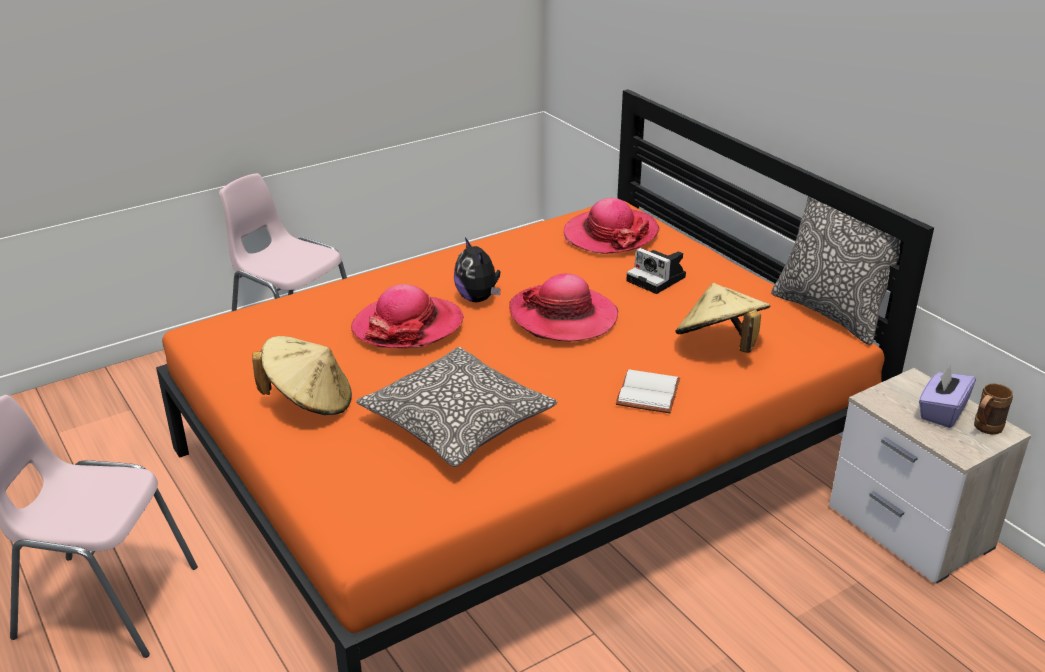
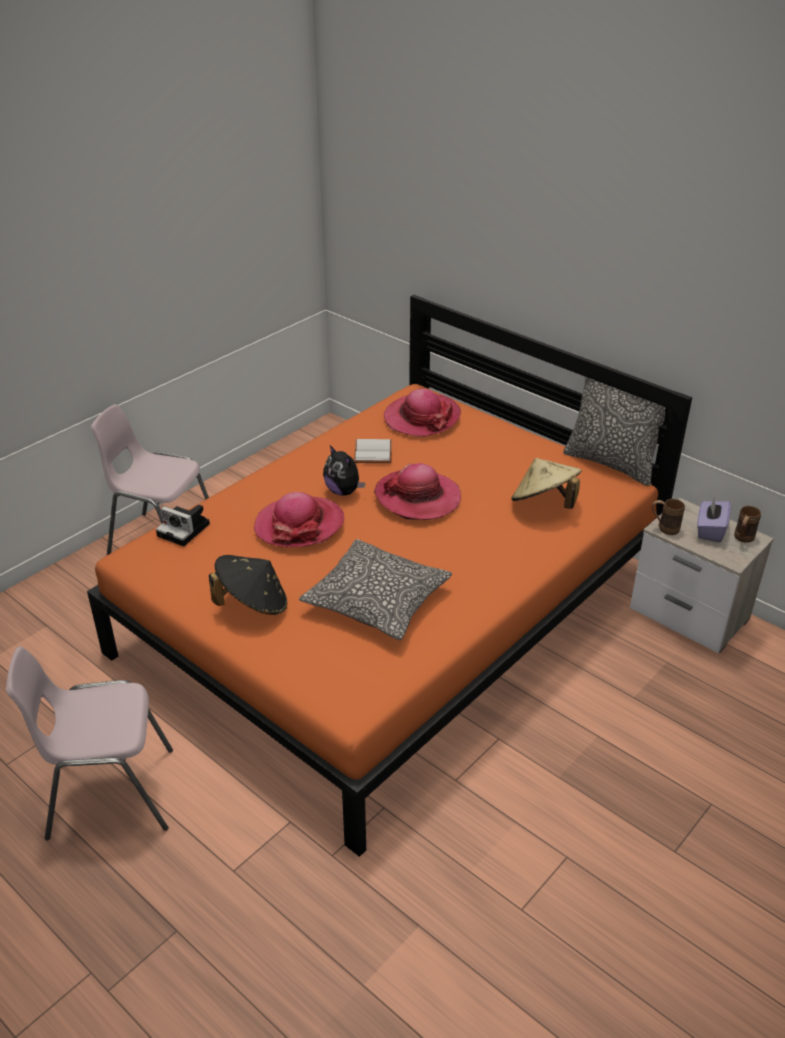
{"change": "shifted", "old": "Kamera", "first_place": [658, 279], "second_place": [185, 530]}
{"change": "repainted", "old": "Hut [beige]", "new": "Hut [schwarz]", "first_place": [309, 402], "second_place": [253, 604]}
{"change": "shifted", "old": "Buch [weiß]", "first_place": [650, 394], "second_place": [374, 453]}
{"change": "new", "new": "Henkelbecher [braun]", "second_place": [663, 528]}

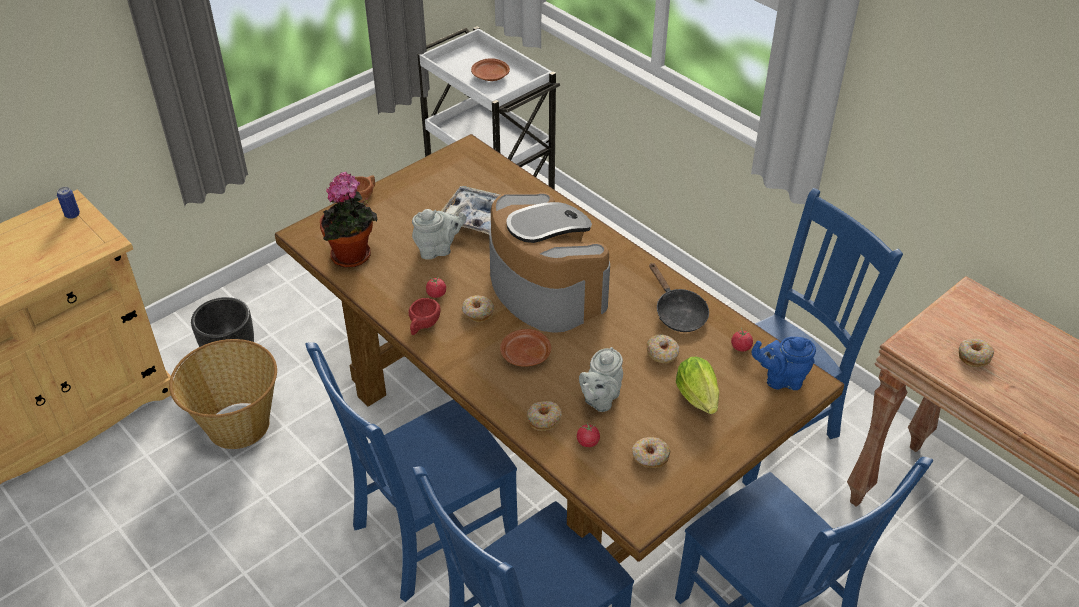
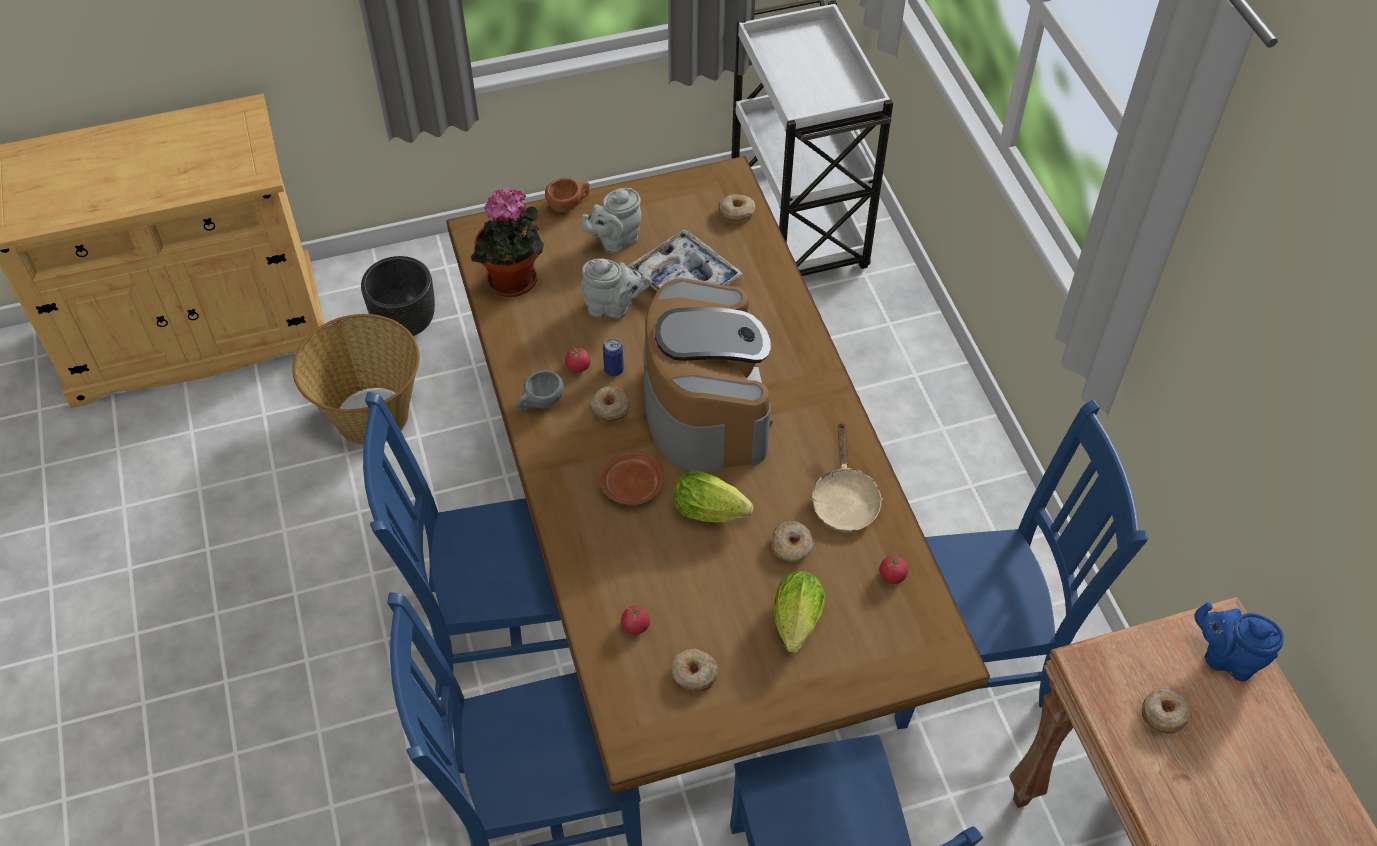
{"change": "gone", "old": "Teller [braun]", "first_place": [490, 76]}
{"change": "shifted", "old": "Dose", "first_place": [72, 214], "second_place": [614, 370]}
{"change": "repainted", "old": "Pfanne [schwarz]", "new": "Pfanne [beige]", "first_place": [678, 313], "second_place": [844, 499]}
{"change": "repainted", "old": "Tasse [rot]", "new": "Tasse [grau]", "first_place": [423, 326], "second_place": [540, 403]}
{"change": "shifted", "old": "Teekanne [blau]", "first_place": [781, 379], "second_place": [1227, 658]}
{"change": "shifted", "old": "Teekanne [grau]", "first_place": [600, 399], "second_place": [615, 240]}
{"change": "shifted", "old": "Donut", "first_place": [544, 419], "second_place": [736, 213]}
{"change": "new", "new": "Salatkopf", "second_place": [714, 512]}

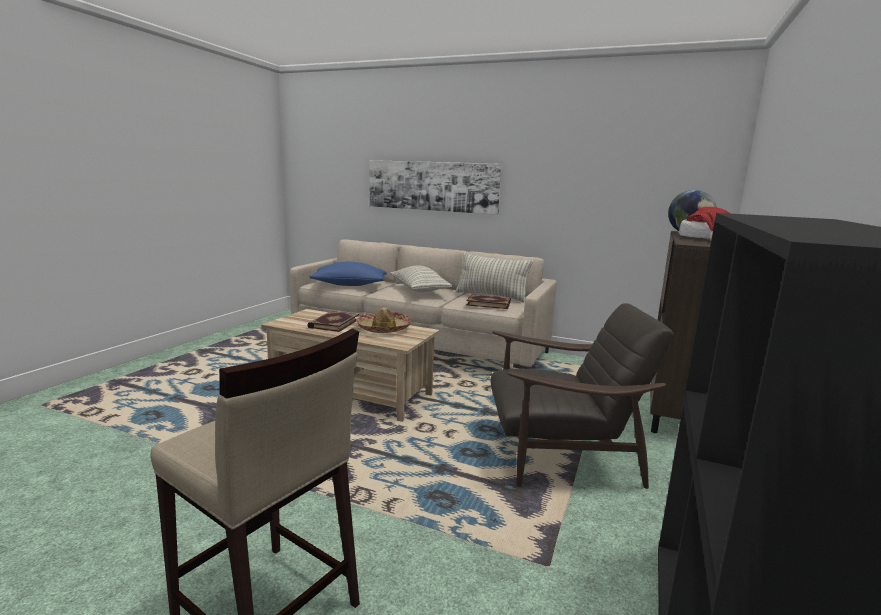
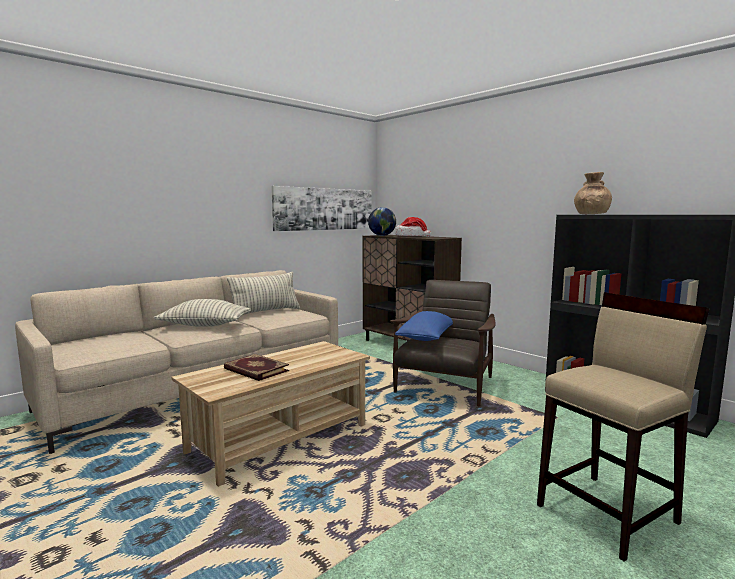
{"change": "shifted", "old": "Bild", "first_place": [432, 186], "second_place": [325, 209]}
{"change": "shifted", "old": "Kissen [blau]", "first_place": [349, 285], "second_place": [427, 338]}
{"change": "gone", "old": "Buch", "first_place": [488, 303]}
{"change": "gone", "old": "Hut", "first_place": [384, 328]}
{"change": "new", "new": "Vase [braun]", "second_place": [591, 214]}

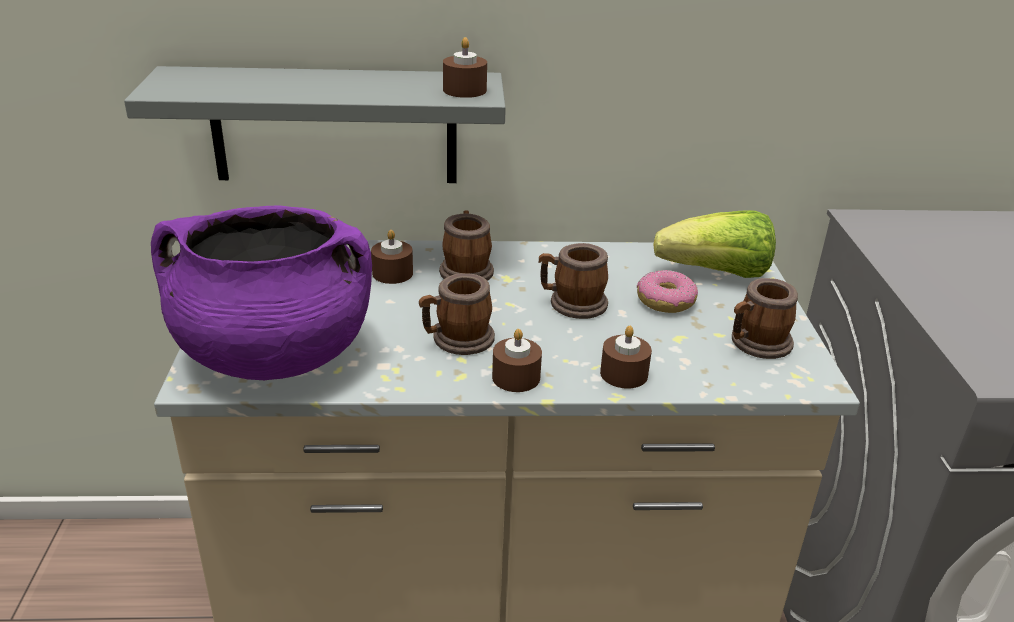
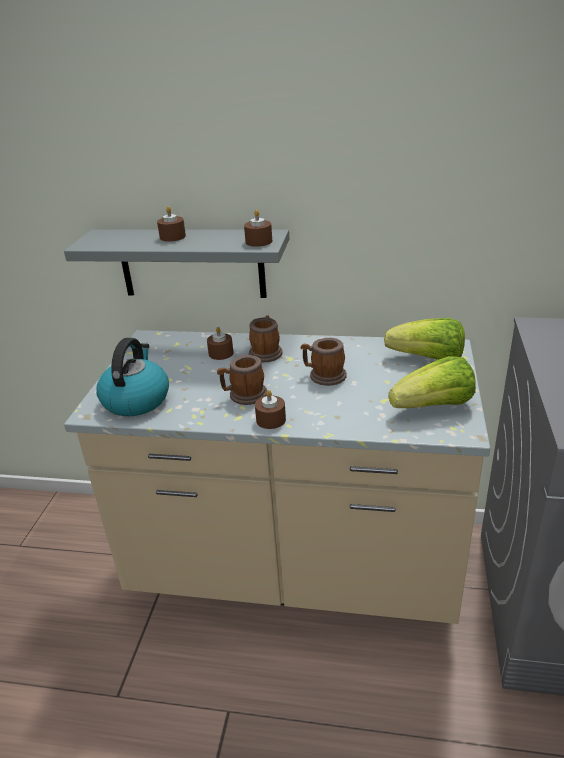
{"change": "swapped", "old": "Kochtopf [lila]", "new": "Wasserkessel", "first_place": [274, 354], "second_place": [136, 399]}
{"change": "gone", "old": "Donut", "first_place": [665, 301]}
{"change": "swapped", "old": "Henkelbecher", "new": "Salatkopf", "first_place": [756, 344], "second_place": [434, 406]}
{"change": "shifted", "old": "Kerze [braun]", "first_place": [624, 374], "second_place": [172, 237]}

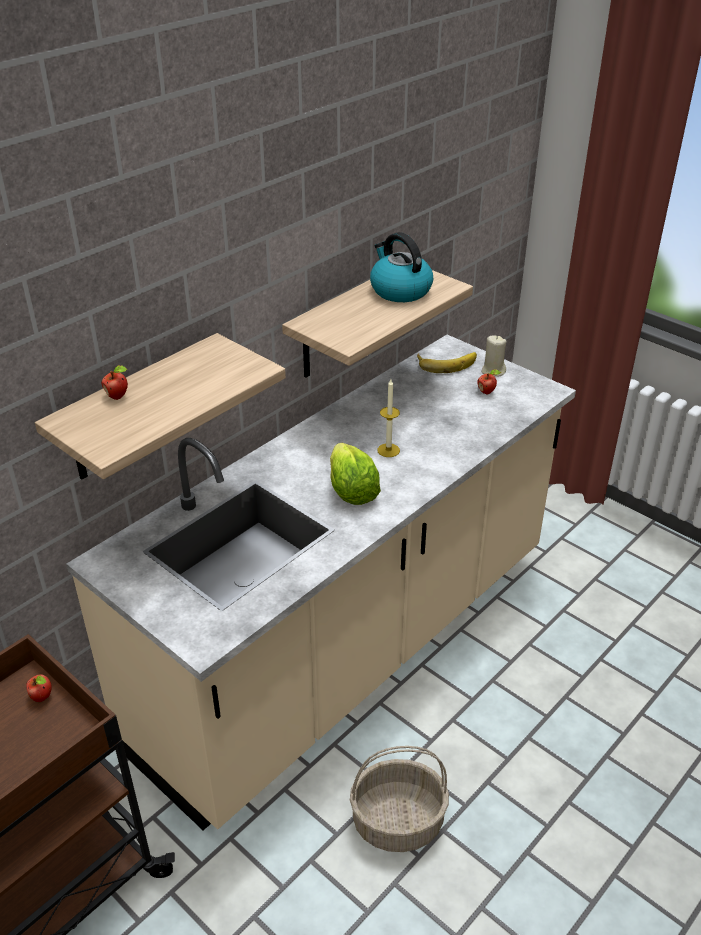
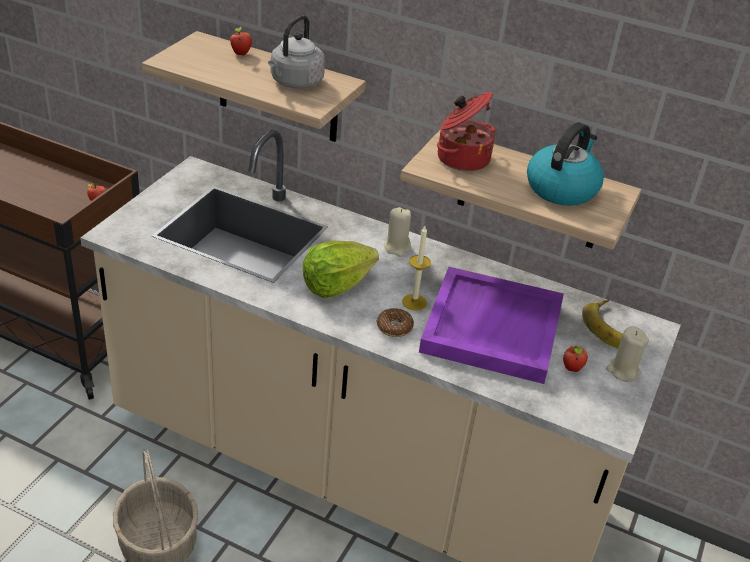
{"change": "new", "new": "Wasserkessel [grau]", "second_place": [295, 83]}
{"change": "new", "new": "Kochtopf", "second_place": [462, 158]}
{"change": "new", "new": "Kerze [beige]", "second_place": [397, 247]}
{"change": "new", "new": "Tablett [lila]", "second_place": [491, 327]}
{"change": "new", "new": "Donut", "second_place": [394, 327]}

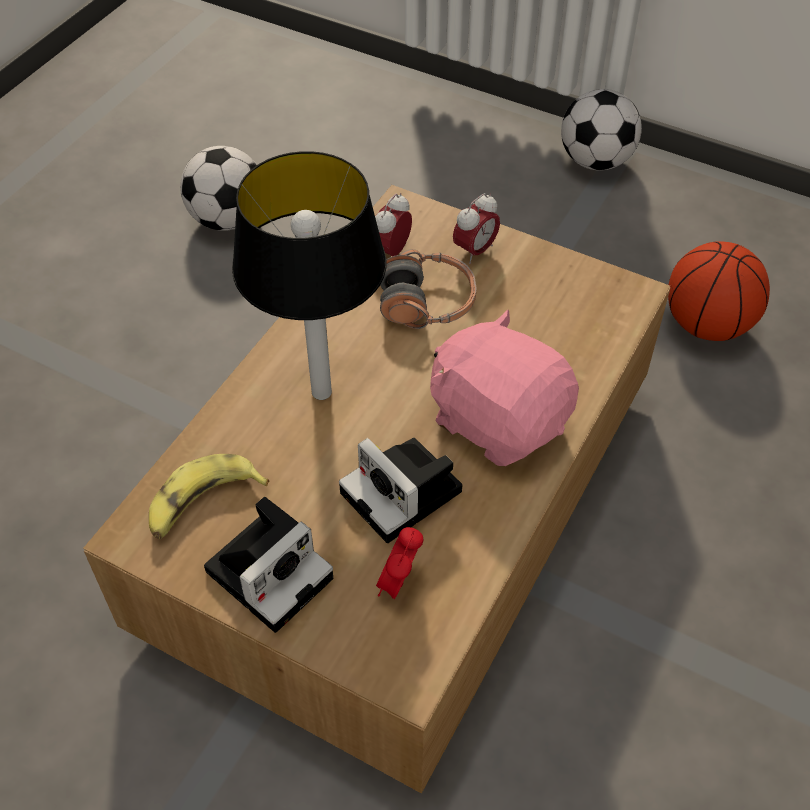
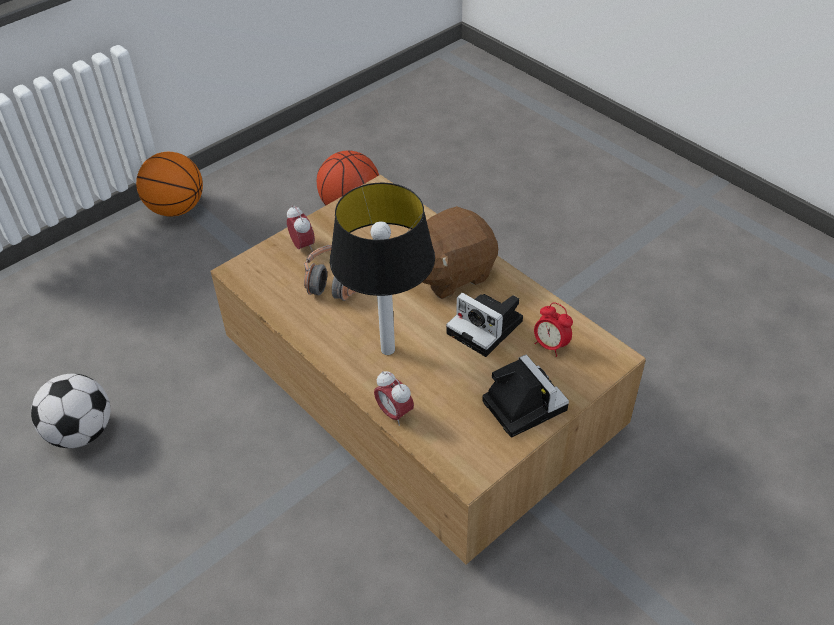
{"change": "swapped", "old": "Fußball", "new": "Basketball", "first_place": [595, 161], "second_place": [176, 208]}
{"change": "shifted", "old": "Wecker", "first_place": [391, 251], "second_place": [394, 413]}
{"change": "repainted", "old": "Plüschtier [rosa]", "new": "Plüschtier [braun]", "first_place": [498, 419], "second_place": [448, 273]}
{"change": "rotated", "old": "Kamera", "first_place": [405, 494], "second_place": [487, 328], "degrees": 60}
{"change": "gone", "old": "Banane", "first_place": [203, 504]}

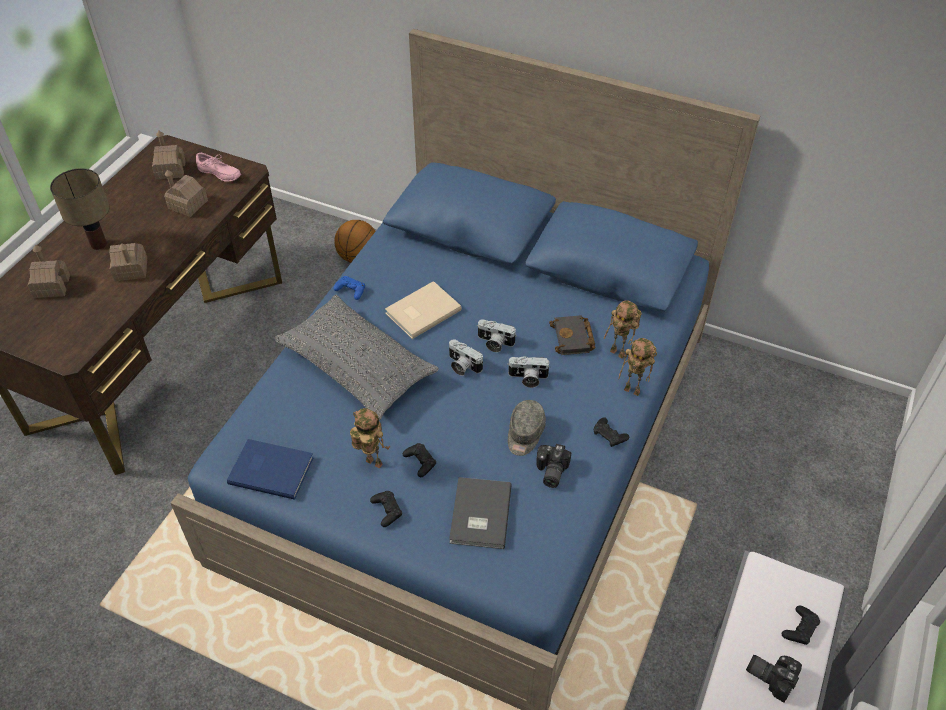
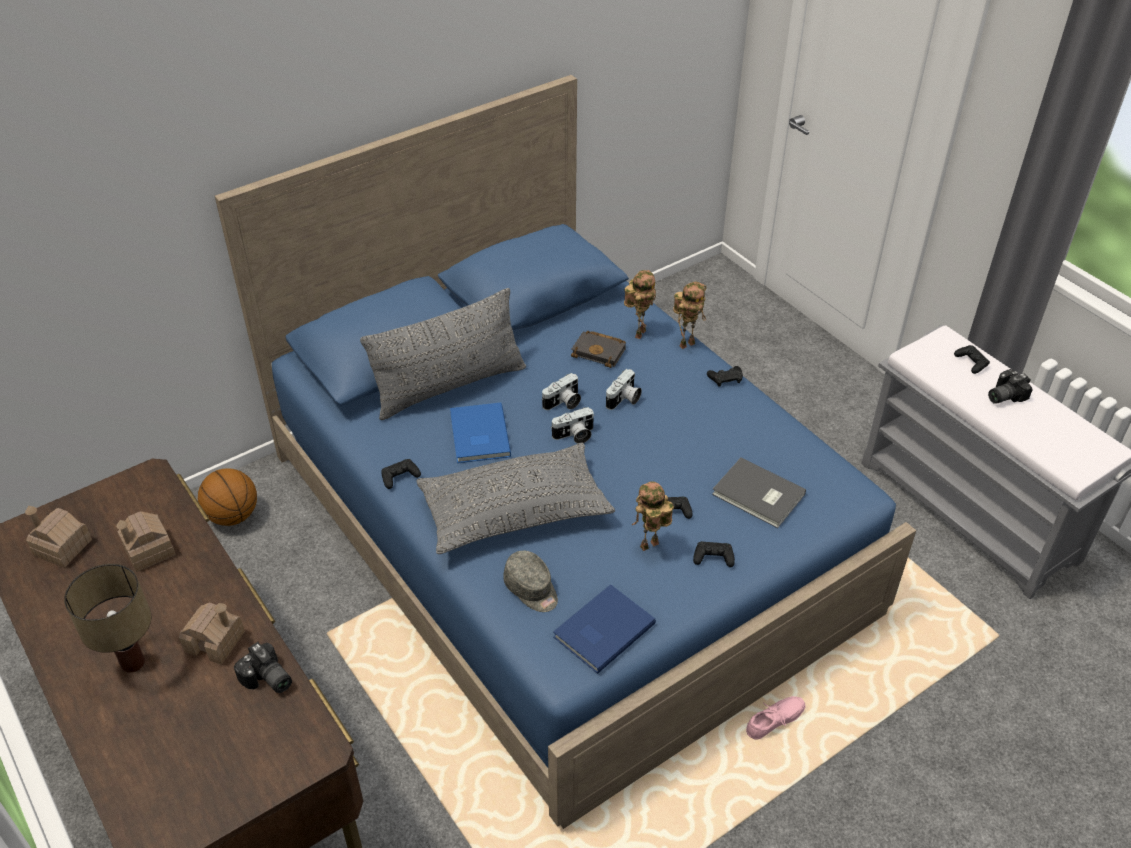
{"change": "shifted", "old": "Schuh [rosa]", "first_place": [218, 175], "second_place": [776, 722]}
{"change": "gone", "old": "Spielzeughaus", "first_place": [52, 286]}
{"change": "repainted", "old": "Gamepad [blau]", "new": "Gamepad [schwarz]", "first_place": [350, 290], "second_place": [400, 477]}
{"change": "repainted", "old": "Buch [beige]", "new": "Buch [blau]", "first_place": [421, 311], "second_place": [478, 436]}
{"change": "rotated", "old": "Spielzeugroboter", "first_place": [619, 353], "second_place": [639, 332], "degrees": -45}
{"change": "shifted", "old": "Kappe [grau]", "first_place": [525, 434], "second_place": [531, 589]}
{"change": "shifted", "old": "Kamera", "first_place": [550, 472], "second_place": [266, 680]}
{"change": "new", "new": "Kissen [grau]", "second_place": [449, 386]}

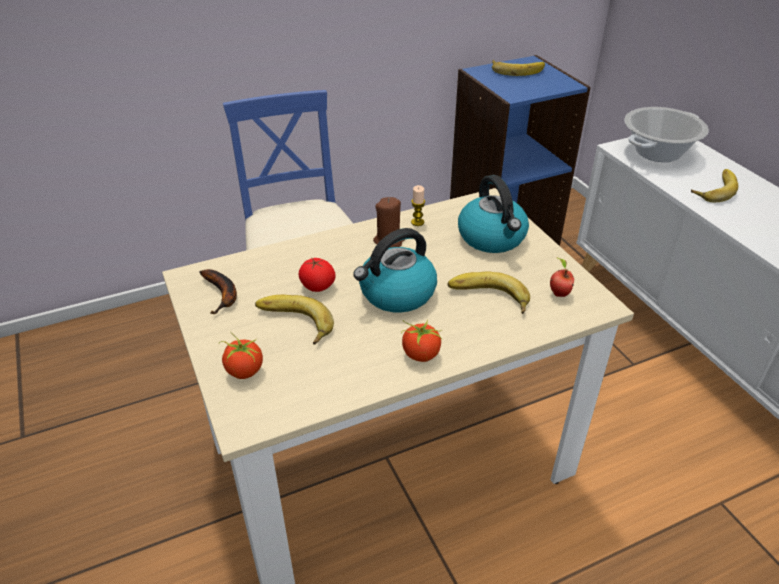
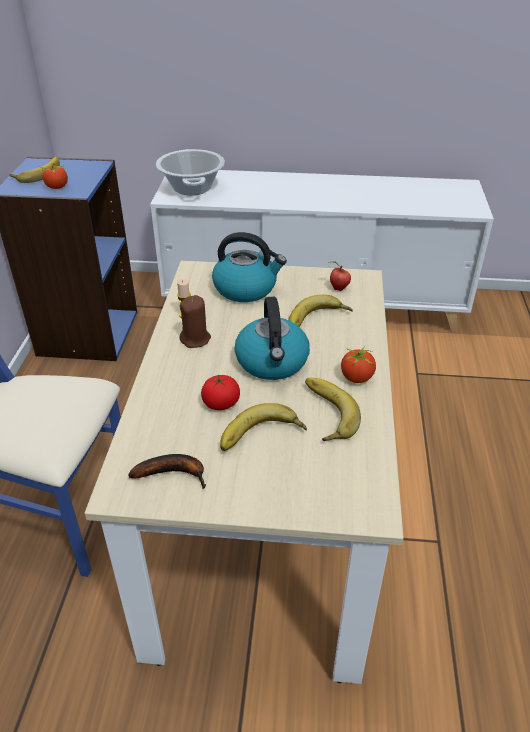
{"change": "shifted", "old": "Banane", "first_place": [713, 188], "second_place": [324, 413]}
{"change": "shifted", "old": "Tomate", "first_place": [244, 371], "second_place": [57, 187]}

